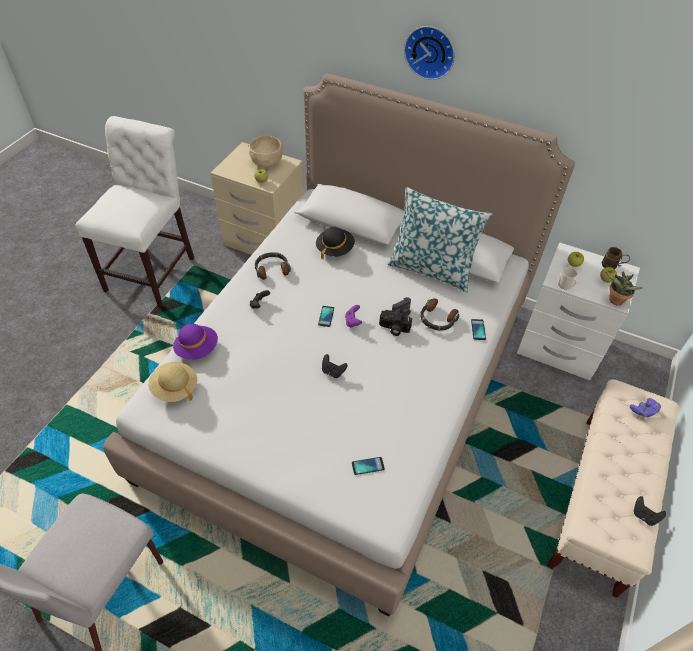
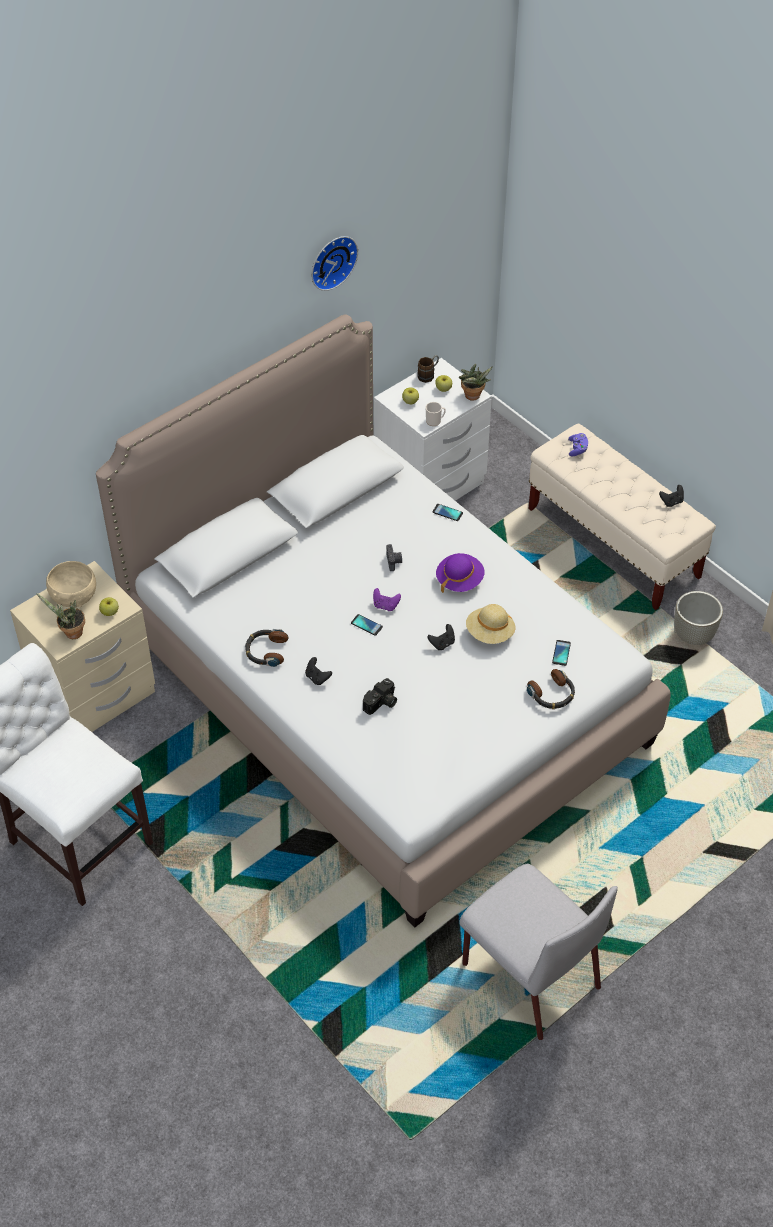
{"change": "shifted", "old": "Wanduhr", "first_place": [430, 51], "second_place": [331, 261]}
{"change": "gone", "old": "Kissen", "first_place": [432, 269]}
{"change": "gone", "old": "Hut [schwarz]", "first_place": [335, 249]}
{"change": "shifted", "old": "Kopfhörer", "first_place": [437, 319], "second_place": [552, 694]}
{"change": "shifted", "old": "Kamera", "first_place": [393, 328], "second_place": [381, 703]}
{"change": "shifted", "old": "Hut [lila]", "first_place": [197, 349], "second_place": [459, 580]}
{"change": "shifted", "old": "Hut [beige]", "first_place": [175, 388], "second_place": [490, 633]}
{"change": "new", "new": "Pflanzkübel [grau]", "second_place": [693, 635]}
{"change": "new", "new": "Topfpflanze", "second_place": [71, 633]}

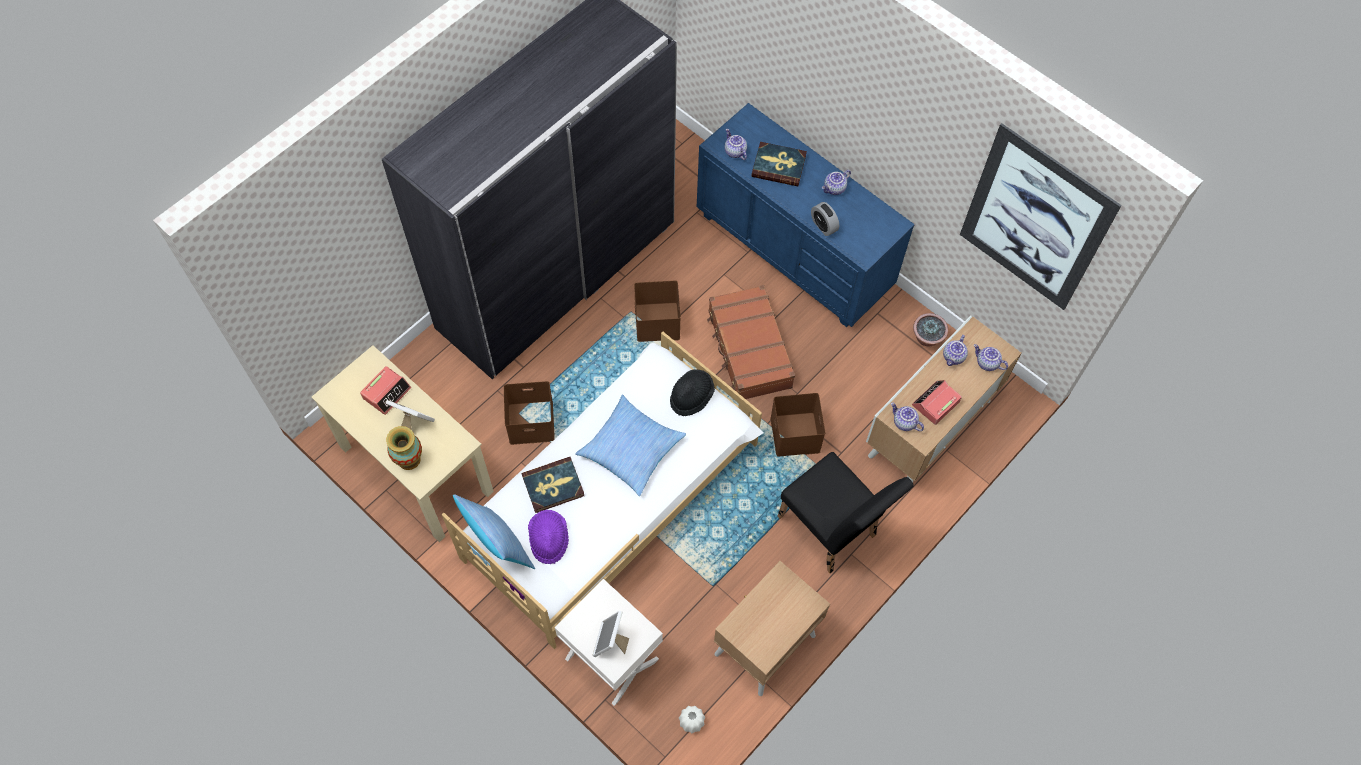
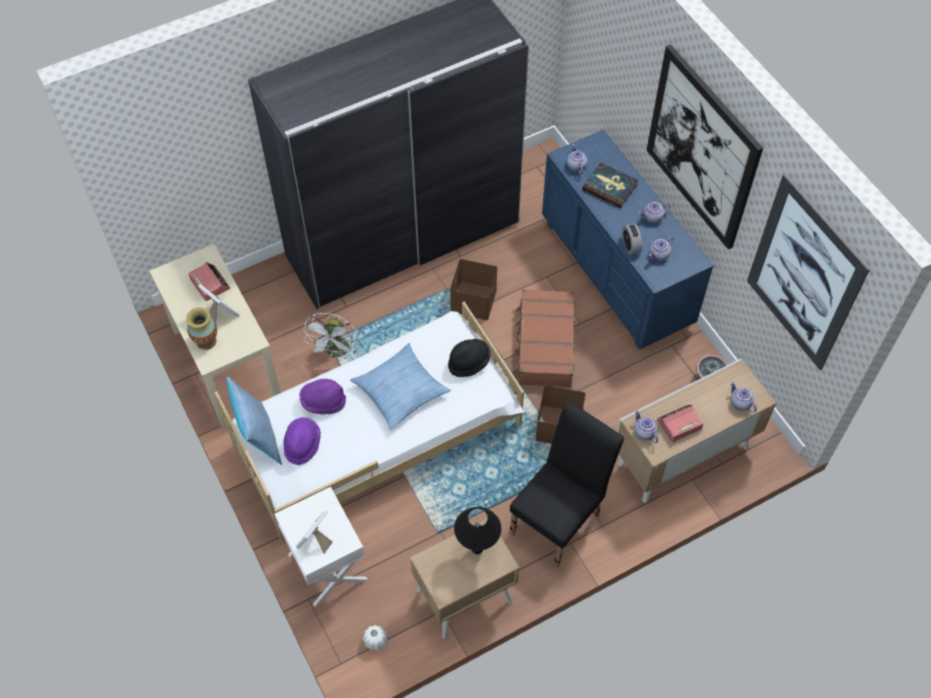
{"change": "shifted", "old": "Teekanne", "first_place": [954, 357], "second_place": [659, 255]}
{"change": "rotated", "old": "Wecker", "first_place": [386, 393], "second_place": [210, 284], "degrees": -90}
{"change": "swapped", "old": "Aufbewahrungsbox [braun]", "new": "Ventilator [weiß]", "first_place": [532, 421], "second_place": [336, 352]}
{"change": "rotated", "old": "Stuhl [schwarz]", "first_place": [831, 532], "second_place": [559, 519], "degrees": -120}
{"change": "swapped", "old": "Buch", "new": "Hut [lila]", "first_place": [553, 486], "second_place": [323, 402]}
{"change": "new", "new": "Bild", "second_place": [702, 148]}
{"change": "new", "new": "Tischlampe [schwarz]", "second_place": [477, 550]}

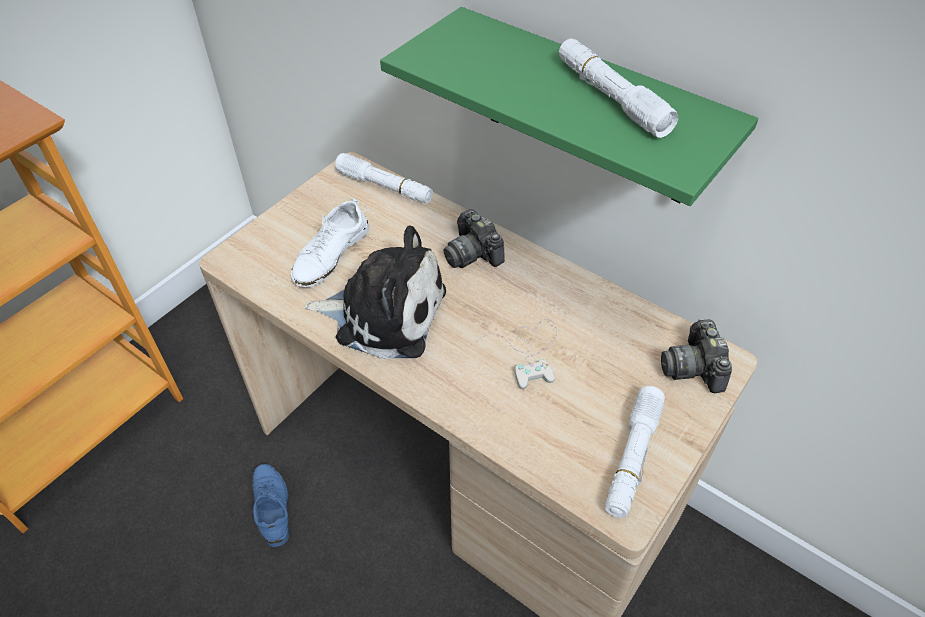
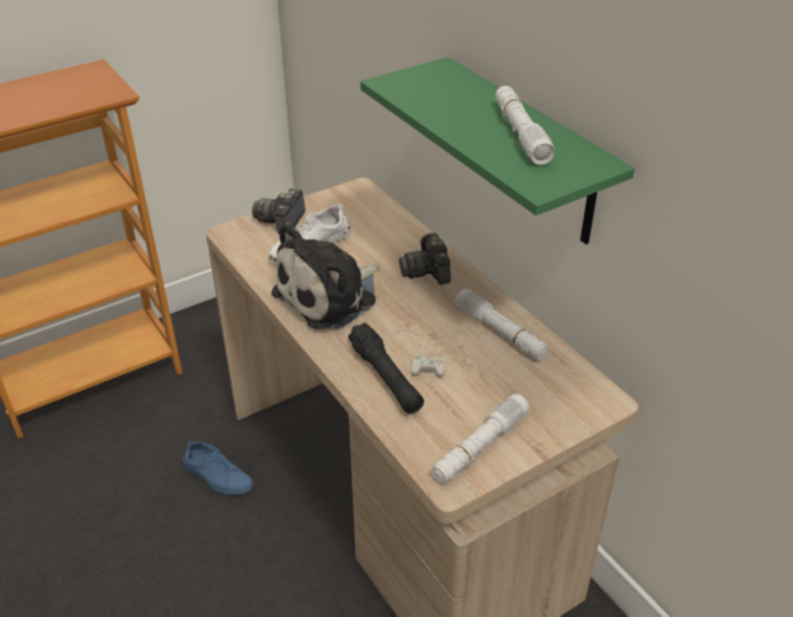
{"change": "shifted", "old": "Taschenlampe [weiß]", "first_place": [384, 187], "second_place": [500, 333]}
{"change": "rotated", "old": "Plüschtier", "first_place": [384, 313], "second_place": [330, 296], "degrees": 105}
{"change": "shifted", "old": "Kamera", "first_place": [694, 367], "second_place": [282, 221]}
{"change": "rotated", "old": "Schuh [blau]", "first_place": [272, 506], "second_place": [218, 476], "degrees": 120}
{"change": "new", "new": "Taschenlampe [schwarz]", "second_place": [386, 377]}

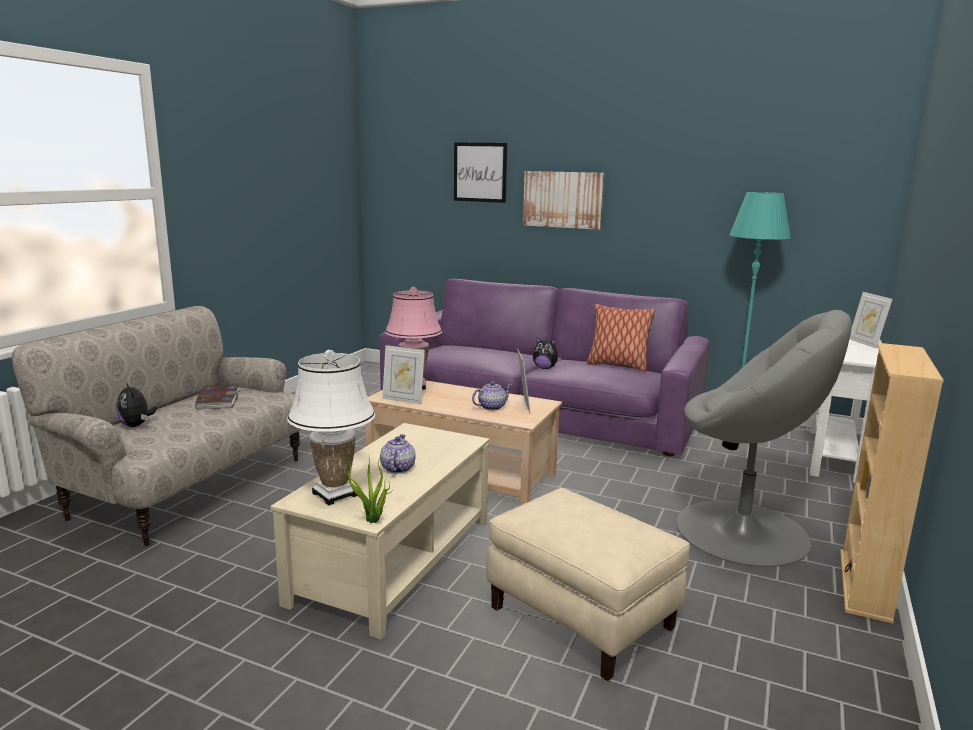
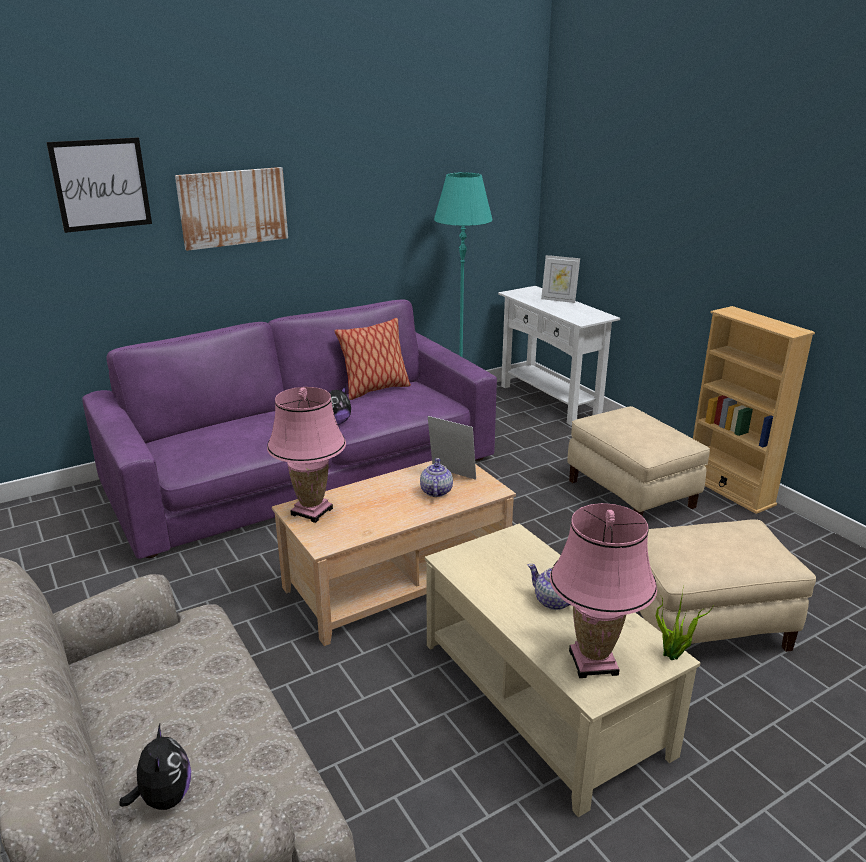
{"change": "swapped", "old": "Sessel [grau]", "new": "Polsterhocker [beige]", "first_place": [744, 532], "second_place": [631, 494]}
{"change": "gone", "old": "Bilderrahmen", "first_place": [403, 400]}
{"change": "repainted", "old": "Tischlampe [weiß]", "new": "Tischlampe [rosa]", "first_place": [335, 494], "second_place": [593, 662]}
{"change": "rotated", "old": "Plüschtier", "first_place": [136, 425], "second_place": [164, 798], "degrees": -105}
{"change": "gone", "old": "Buch", "first_place": [217, 400]}

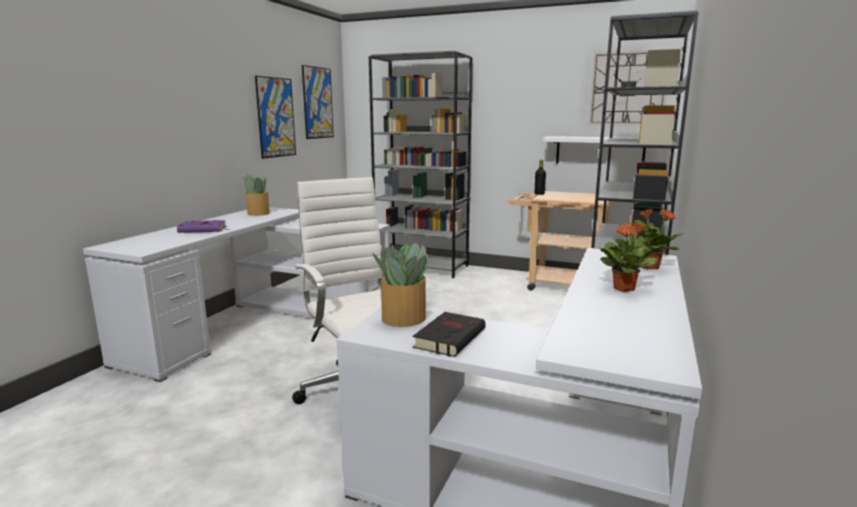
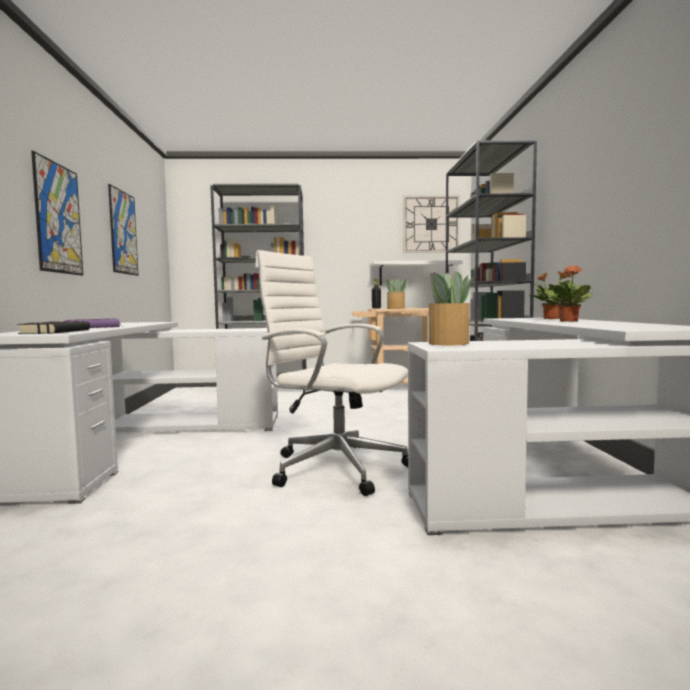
{"change": "shifted", "old": "Bild", "first_place": [318, 103], "second_place": [58, 218]}
{"change": "shifted", "old": "Topfpflanze", "first_place": [258, 213], "second_place": [396, 308]}
{"change": "shifted", "old": "Buch [schwarz]", "first_place": [450, 338], "second_place": [56, 332]}

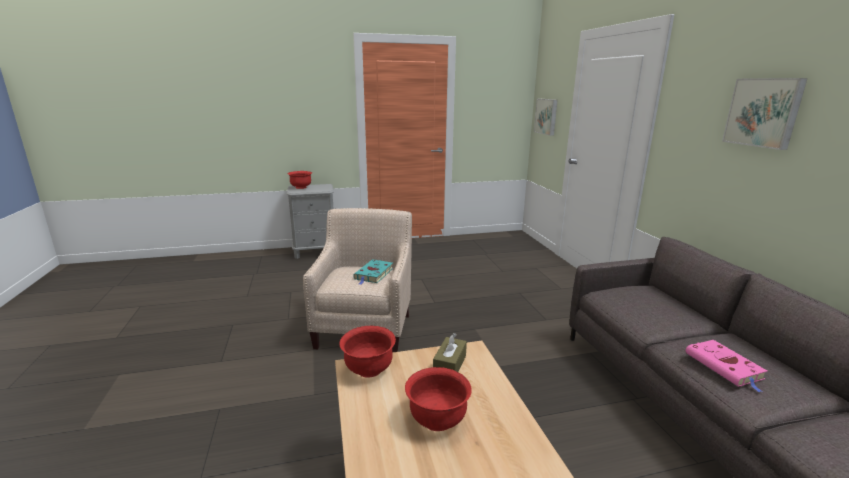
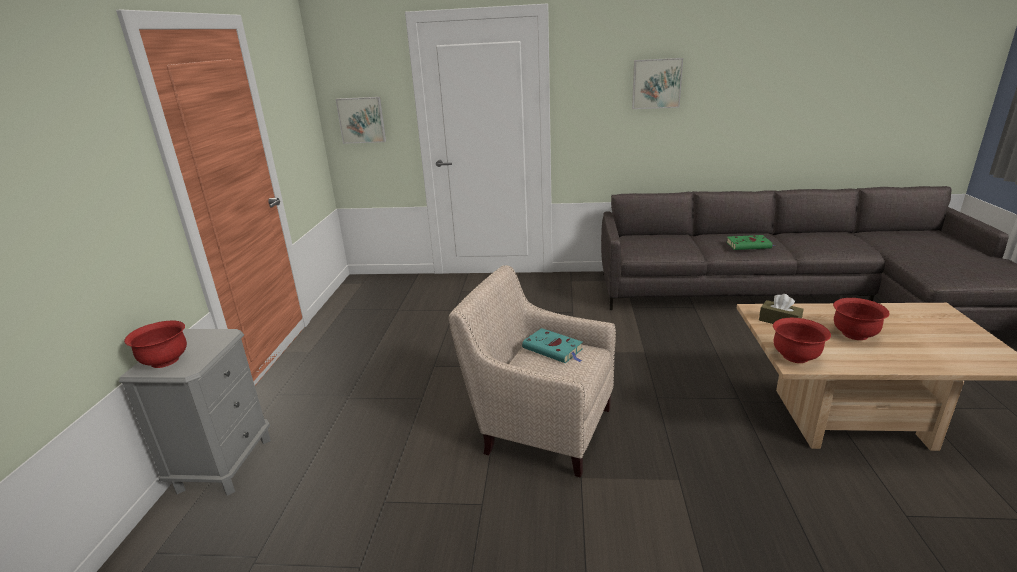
{"change": "repainted", "old": "Buch [rosa]", "new": "Buch [grün]", "first_place": [725, 367], "second_place": [749, 245]}

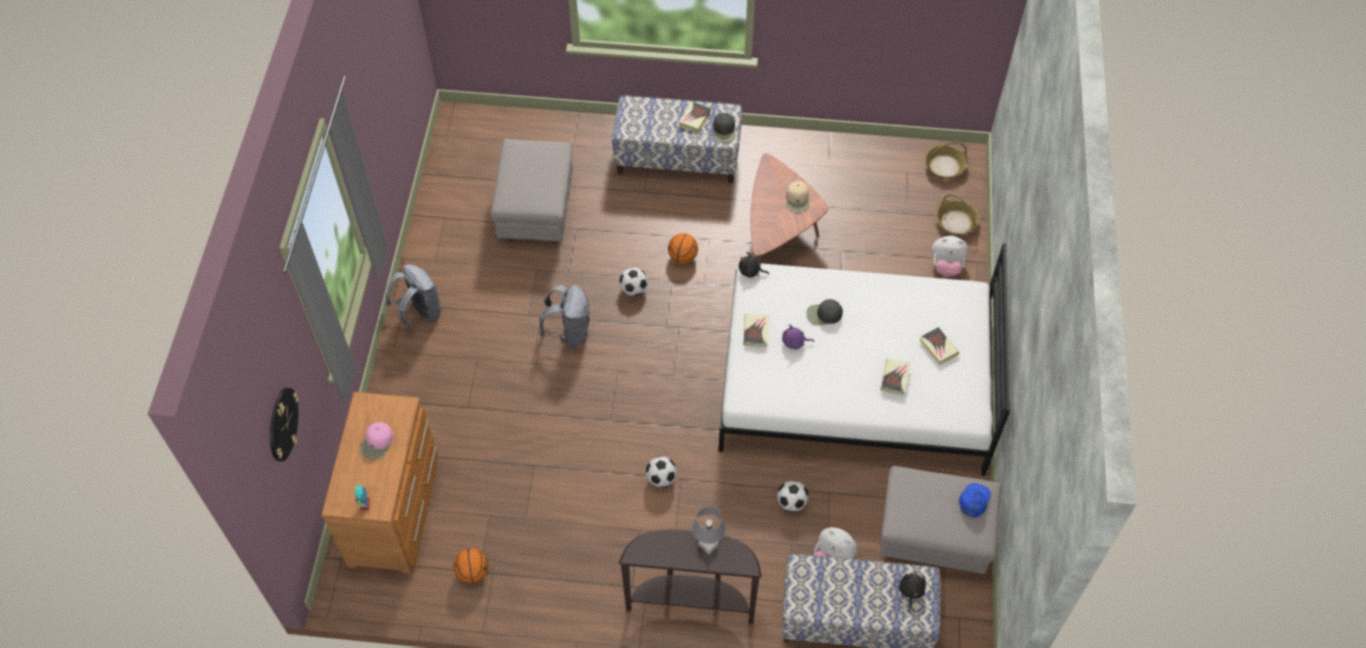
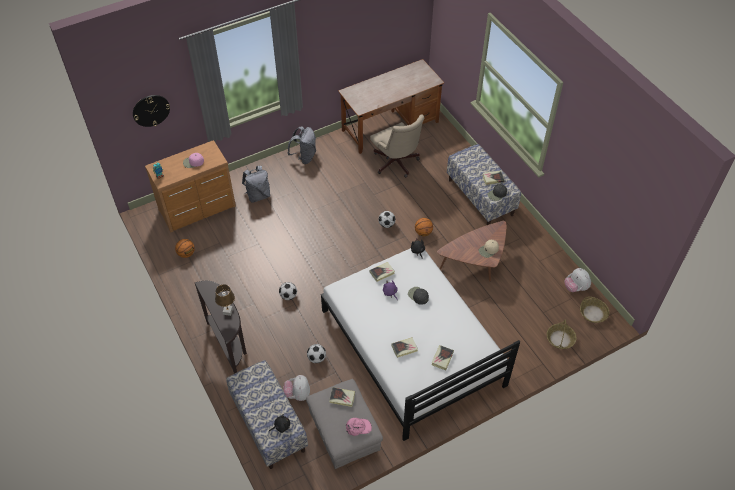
{"change": "swapped", "old": "Polsterhocker [grau]", "new": "Bürostuhl [beige]", "first_place": [537, 213], "second_place": [396, 164]}
{"change": "shifted", "old": "Plüschtier", "first_place": [946, 266], "second_place": [575, 287]}
{"change": "shifted", "old": "Rucksack [grau]", "first_place": [569, 333], "second_place": [258, 195]}
{"change": "repainted", "old": "Kappe [blau]", "new": "Kappe [rosa]", "first_place": [974, 500], "second_place": [358, 427]}
{"change": "repainted", "old": "Tischlampe [grau]", "new": "Tischlampe [braun]", "first_place": [707, 545], "second_place": [228, 311]}
{"change": "new", "new": "Schreibtisch", "second_place": [390, 126]}
{"change": "new", "new": "Buch", "second_place": [342, 398]}

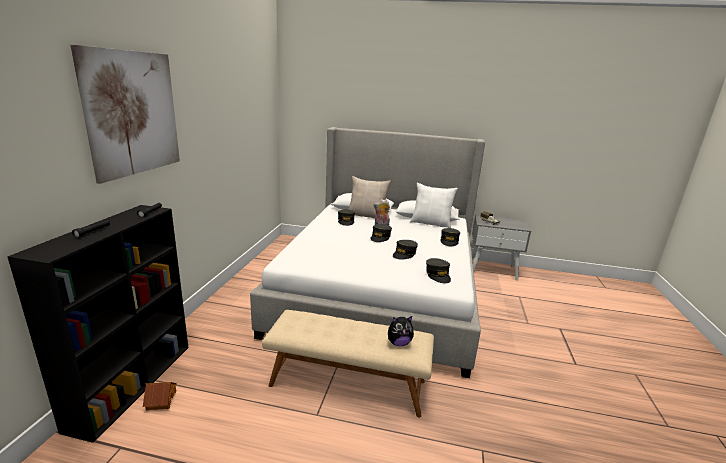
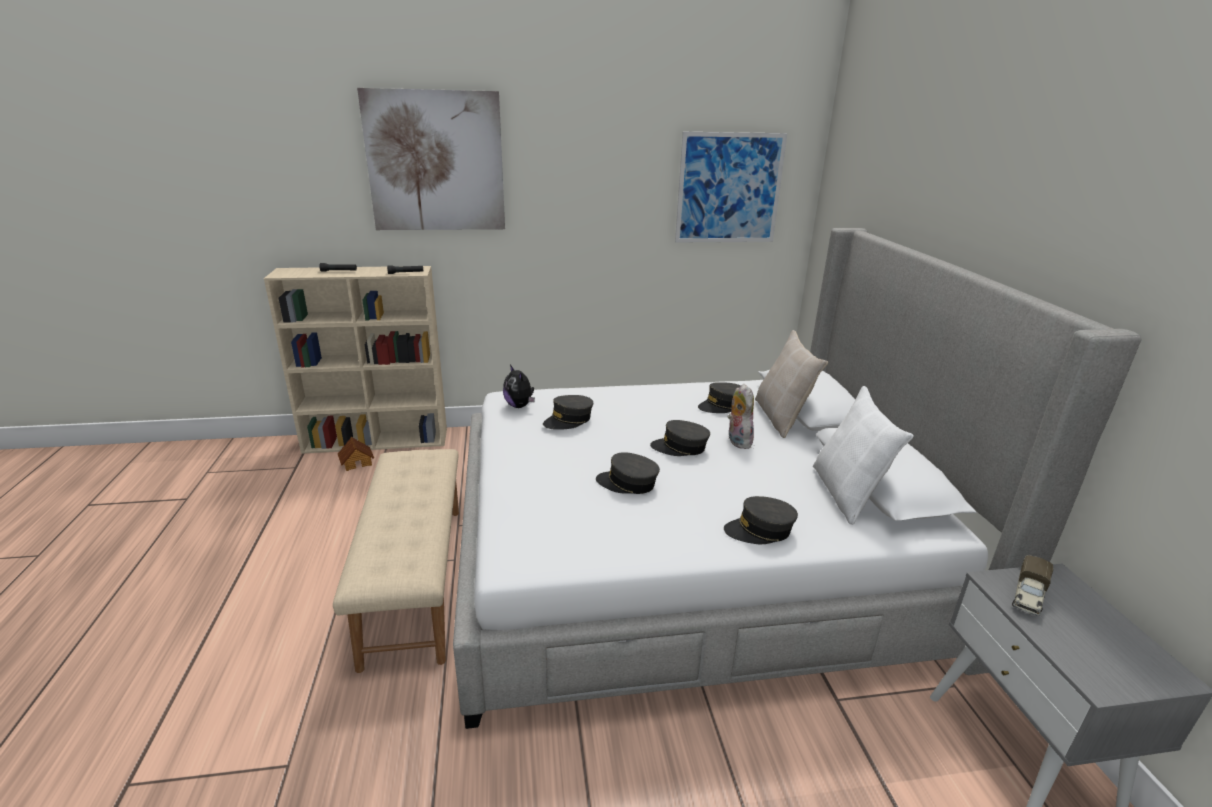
{"change": "repainted", "old": "Bücherregal [schwarz]", "new": "Bücherregal [beige]", "first_place": [133, 383], "second_place": [378, 440]}
{"change": "shifted", "old": "Kappe [grau]", "first_place": [438, 275], "second_place": [568, 420]}
{"change": "shifted", "old": "Plüschtier", "first_place": [399, 343], "second_place": [520, 406]}
{"change": "new", "new": "Bild", "second_place": [729, 188]}

